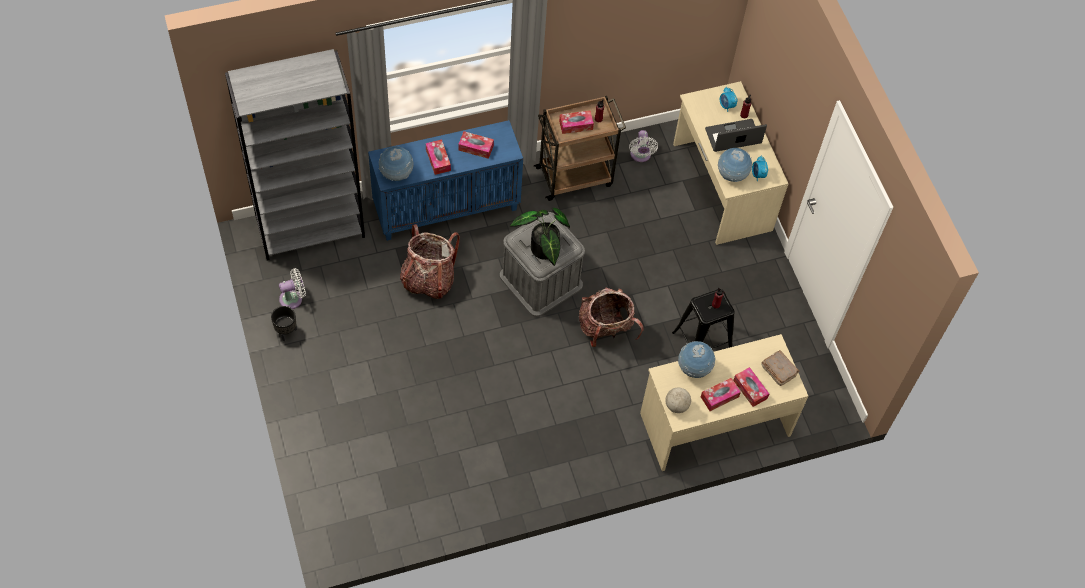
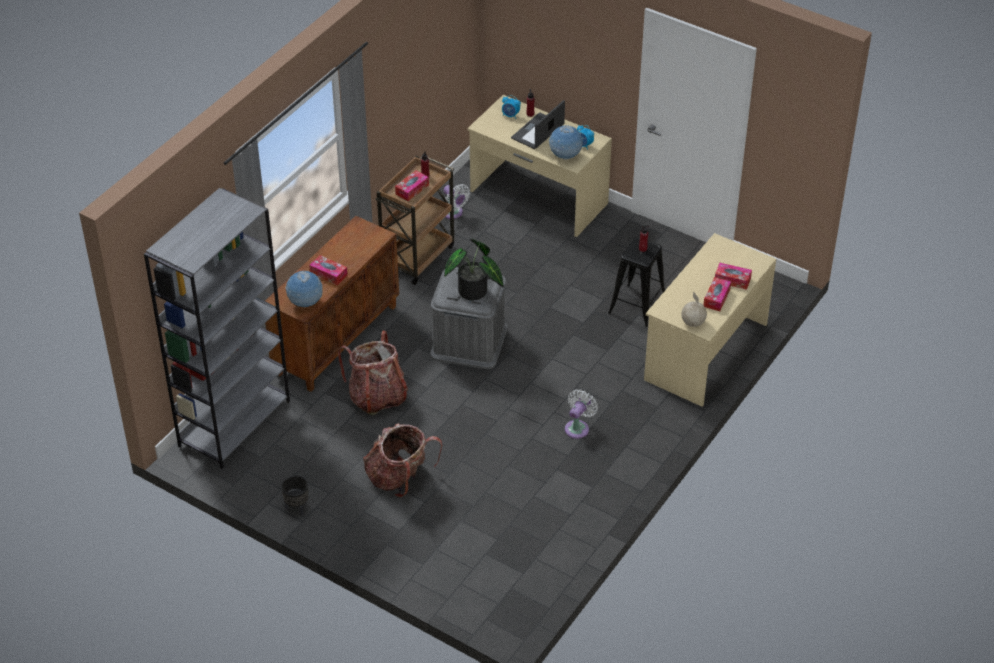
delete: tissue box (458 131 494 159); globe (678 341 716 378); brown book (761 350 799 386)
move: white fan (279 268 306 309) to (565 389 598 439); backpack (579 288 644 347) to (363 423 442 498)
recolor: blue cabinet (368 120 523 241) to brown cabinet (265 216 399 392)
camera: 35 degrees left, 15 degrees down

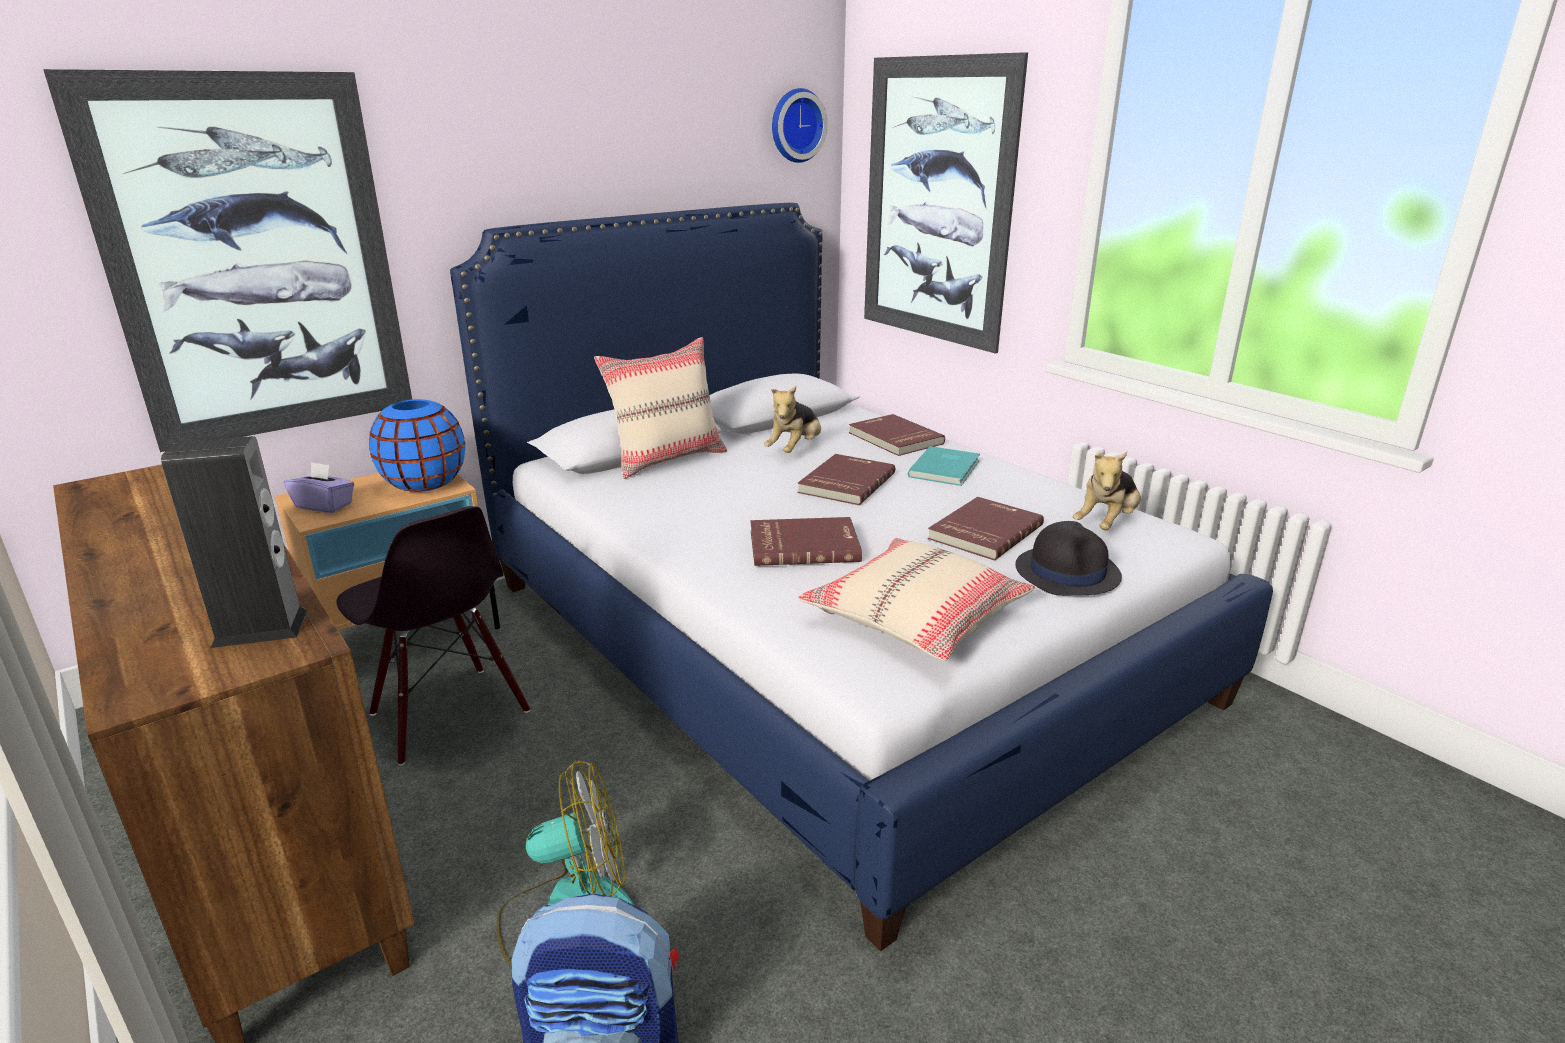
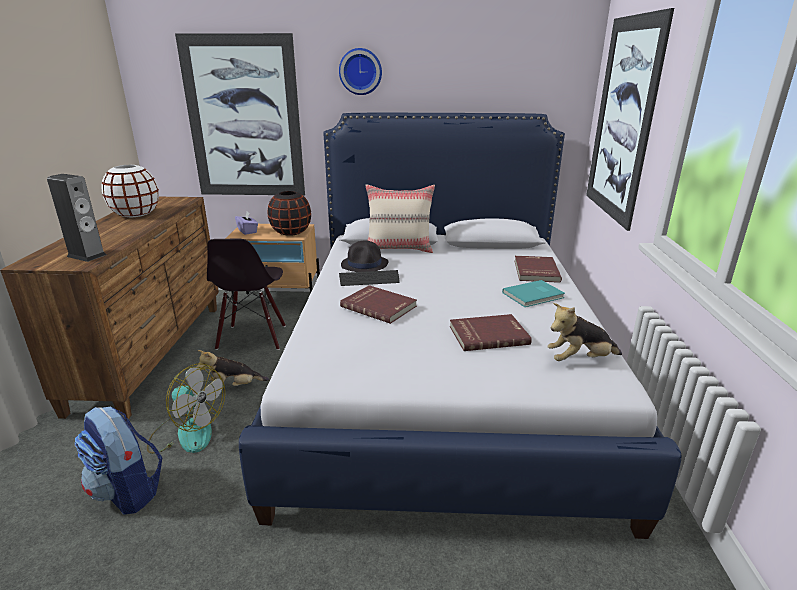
delete: red book (797 454 895 505); beige pillow (798 538 1035 661)
insert: white vase (102 165 159 217); keyboard (339 270 400 286)
move: plush toy (764 386 821 453) to (196 350 269 386); wall clock (772 88 828 163) to (339 48 382 95); black hat (1015 521 1122 596) to (341 241 388 272)
recolor: blue vase (369 399 465 492) to black vase (267 191 311 236)
camera: 40 degrees right, 0 degrees up

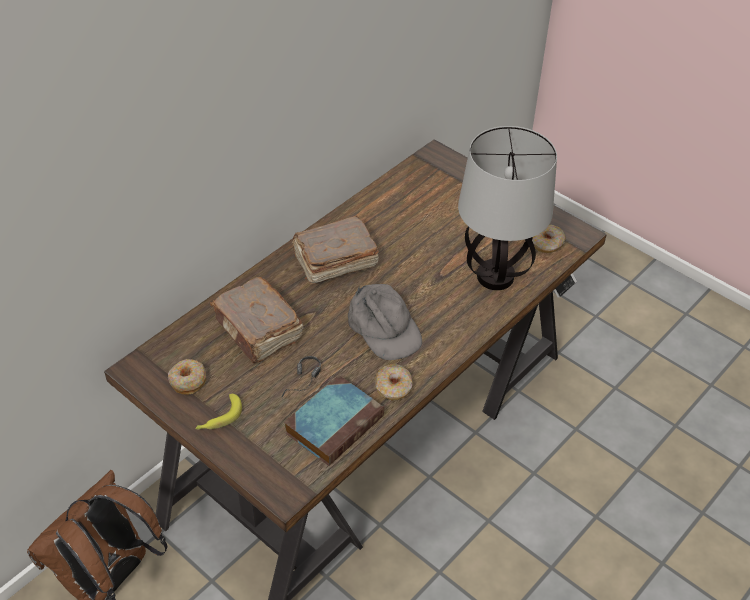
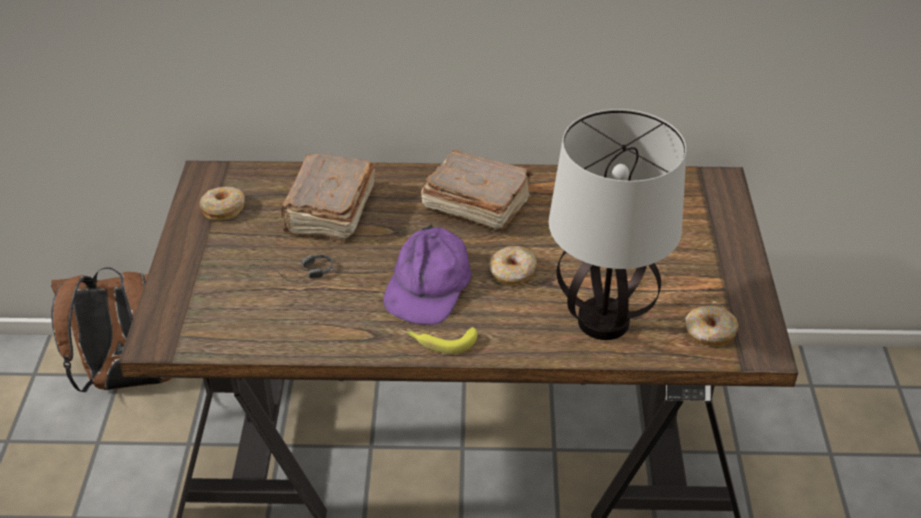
delete: book (284 375 384 466)
move: banana (195 394 242 429) to (407 327 477 354); donut (375 364 413 401) to (489 246 537 284)
recolor: grey cap (348 284 422 360) to purple cap (384 224 471 325)
camera: 50 degrees right, 5 degrees down

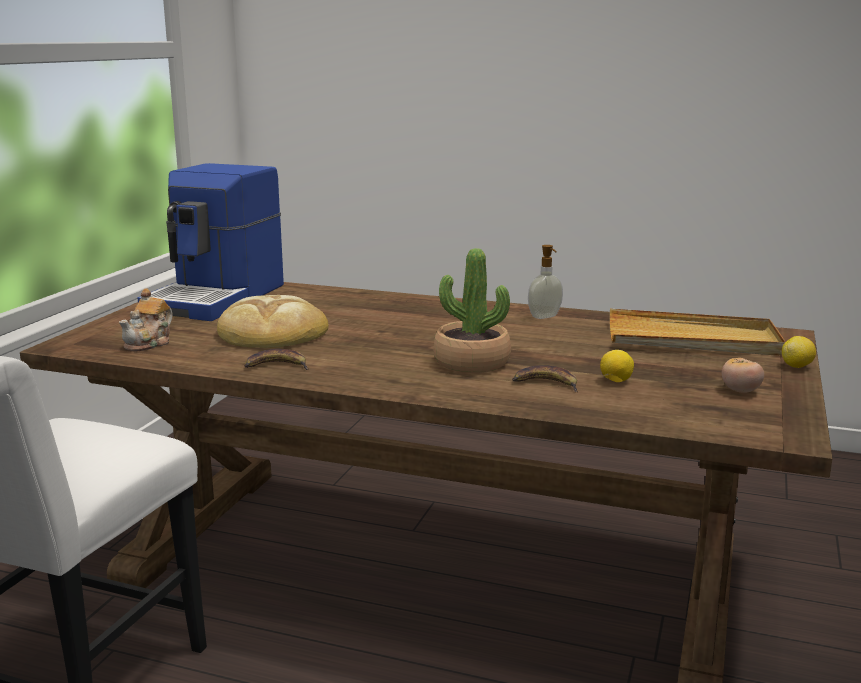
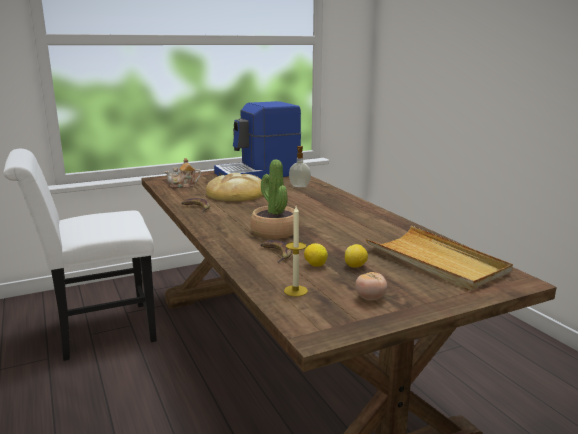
insert: candle (284 206 308 297)
move: soap dispenser (528 245 563 319) to (289 146 311 187); lemon (782 336 816 368) to (345 244 368 268)
camera: 45 degrees right, 0 degrees up

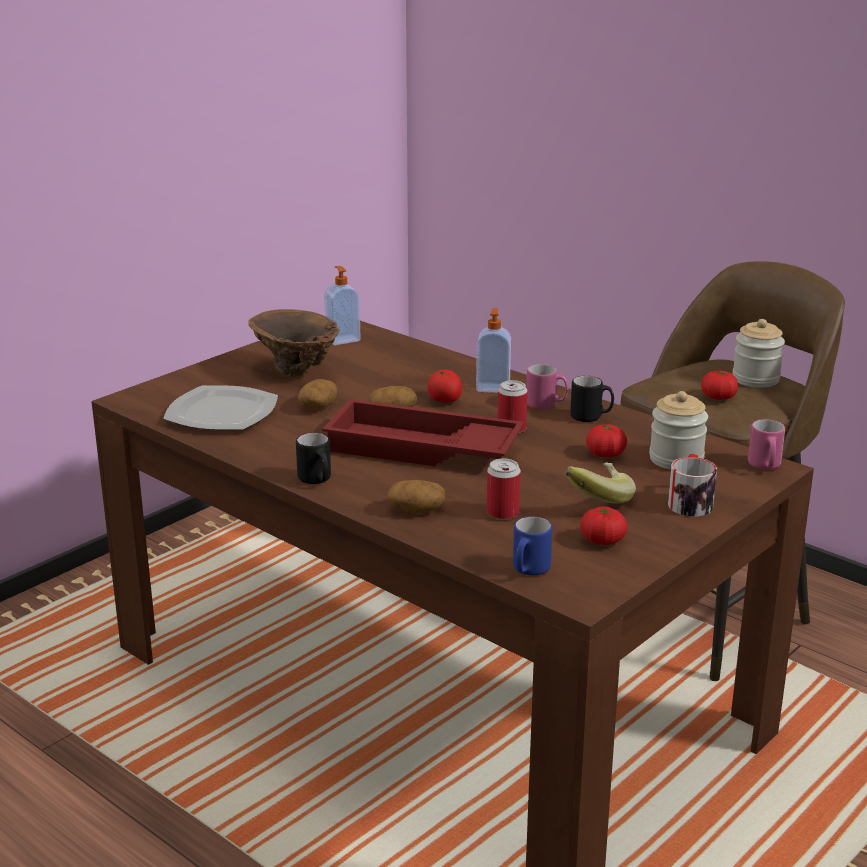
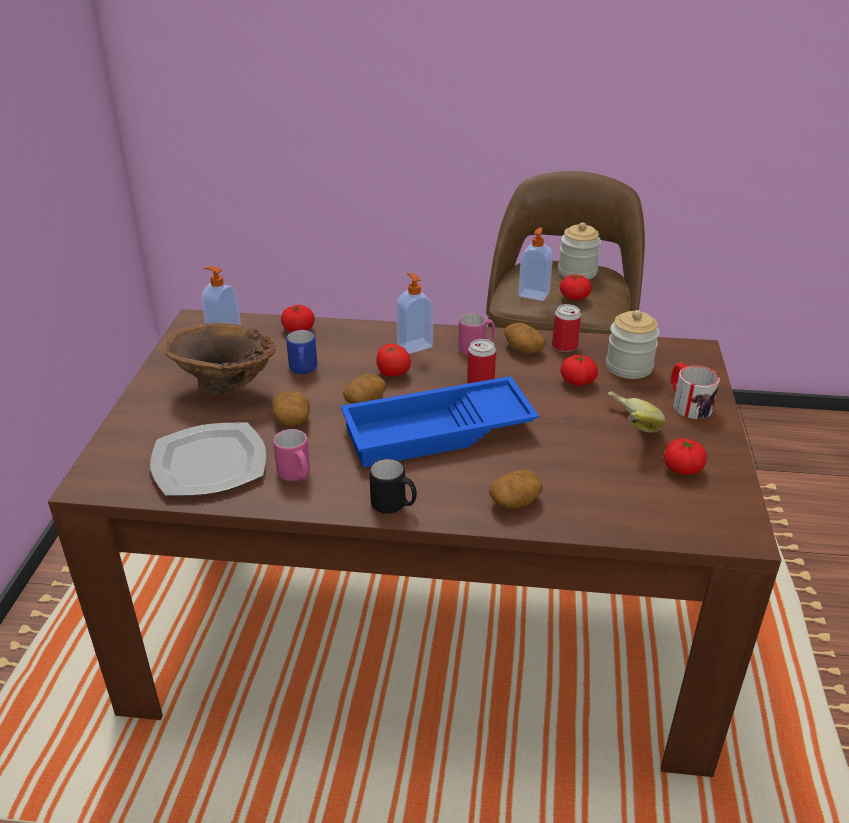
insert: tomato (281 305 315 332); soap dispenser (518 227 553 301)
move: can (486 458 521 520) to (552 304 581 352); blue mug (513 516 552 576) to (286 330 317 374); pink mug (748 419 785 470) to (273 429 310 481)
replace: black mug (570 376 614 422) to potato (505 323 546 354)
recolor: red tray (322 399 524 466) to blue tray (341 376 539 468)
camera: 35 degrees left, 10 degrees up

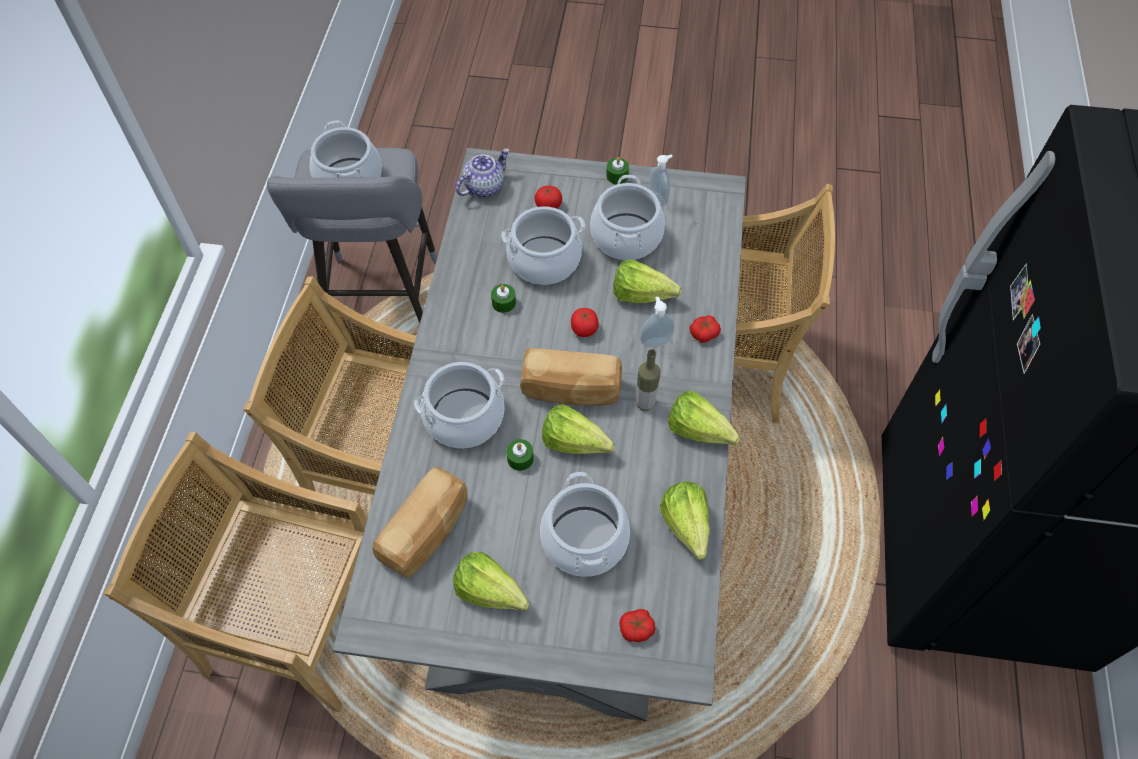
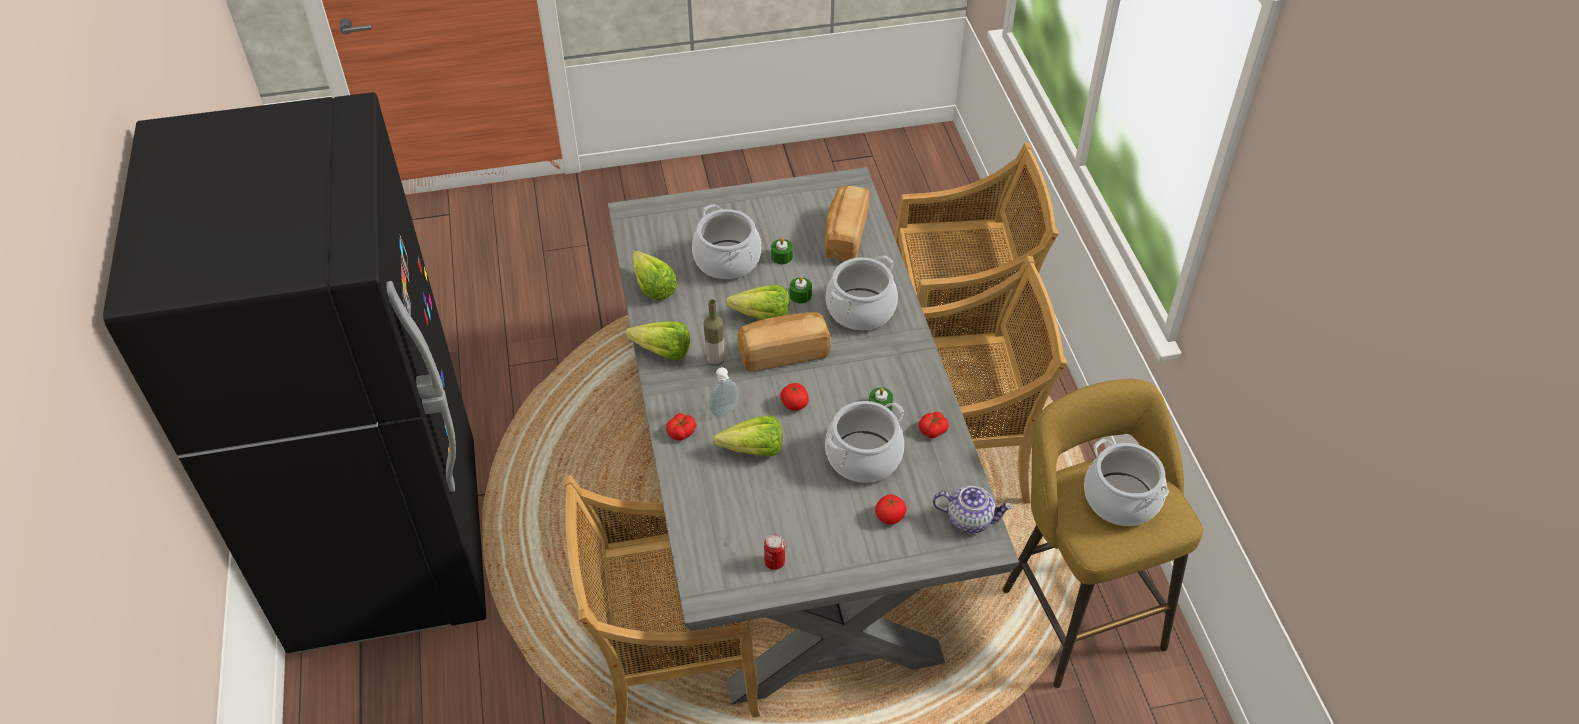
delete: lettuce (453 552 530 611); cooking pot (590 175 665 260)
move: green candle (606 157 629 184) to (771 238 793 264); tomato (619 609 655 642) to (918 412 949 438)
replace: soap dispenser (649 154 673 206) to can (764 534 785 570)
recolor: grey stool (267 148 437 323) to yellow stool (1003 379 1203 688)
rotate: teapot (456 148 510 197) = (933 485 1013 533) 105 degrees counterclockwise
camera: 160 degrees right, 10 degrees down

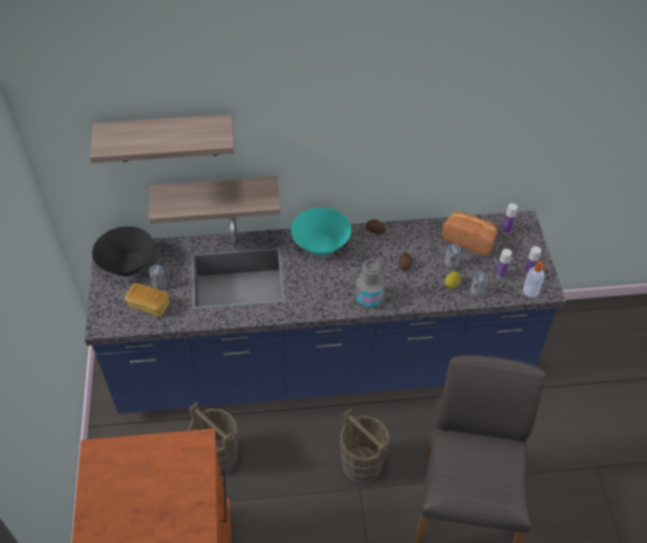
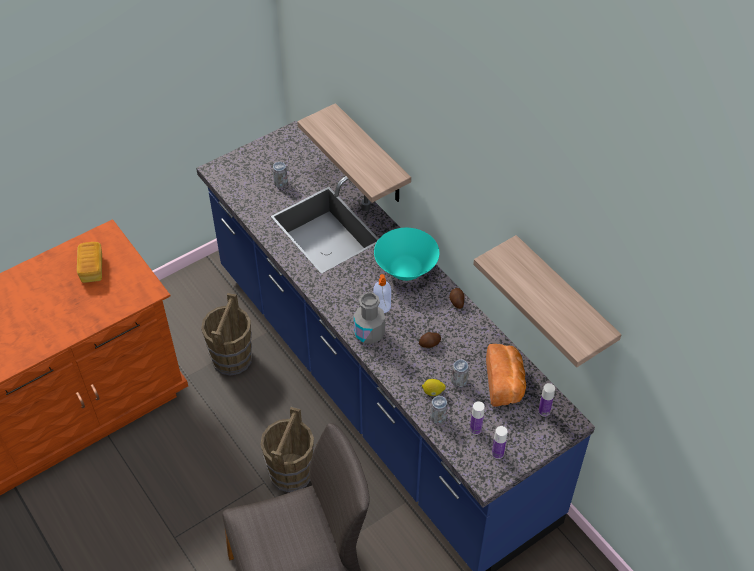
delete: black bowl (92 226 154 276)
move: shelf (90 114 234 163) to (473 235 621 367); bread (125 283 170 317) to (77 242 102 283); soap dispenser (523 261 548 297) to (373 274 391 313)
camera: 60 degrees right, 0 degrees up

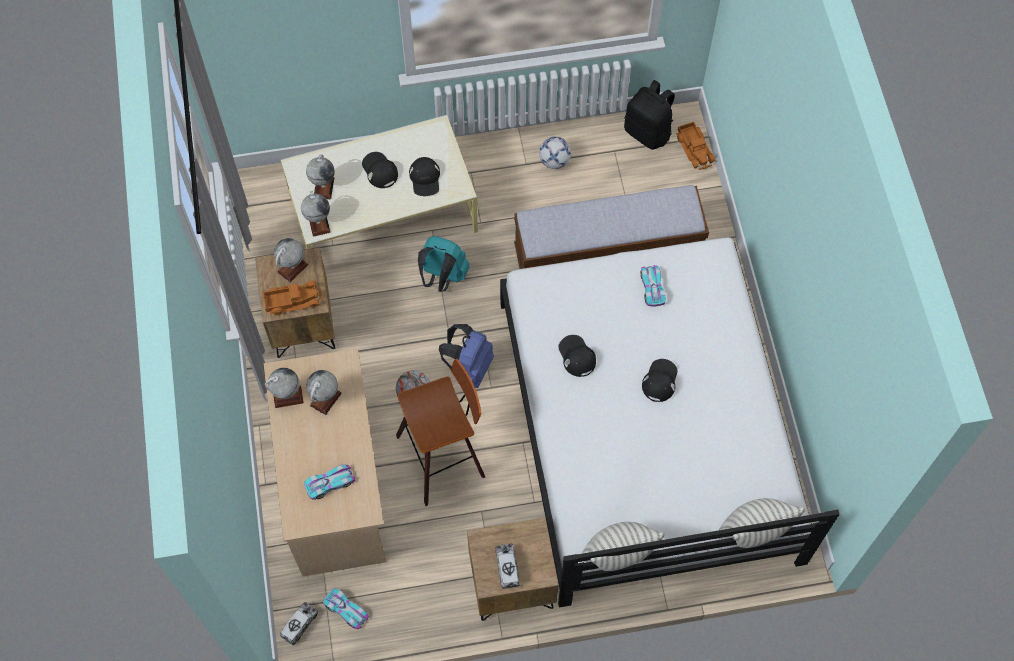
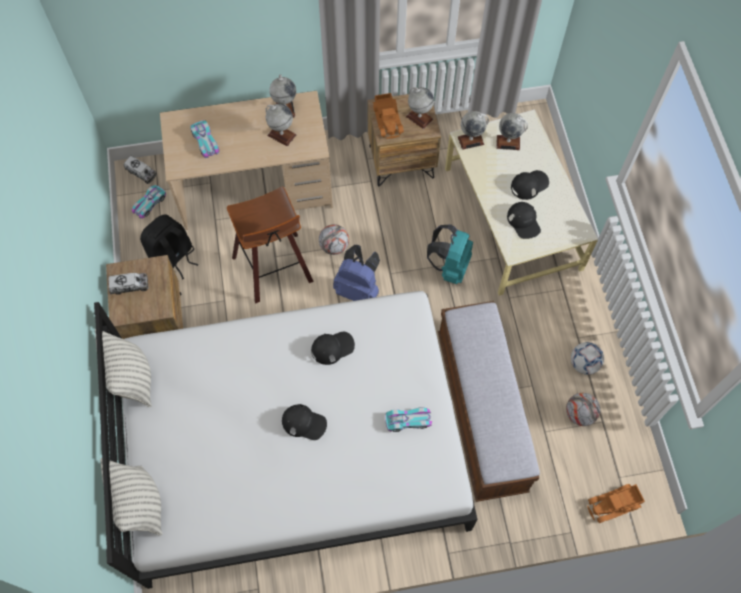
insert: football (566 393 600 426)
move: black backpack (624 80 675 150) to (140 214 199 279)
rotate: black cap (409 157 440 196) = (507 202 541 239) 105 degrees counterclockwise
camera: 90 degrees right, 0 degrees up

